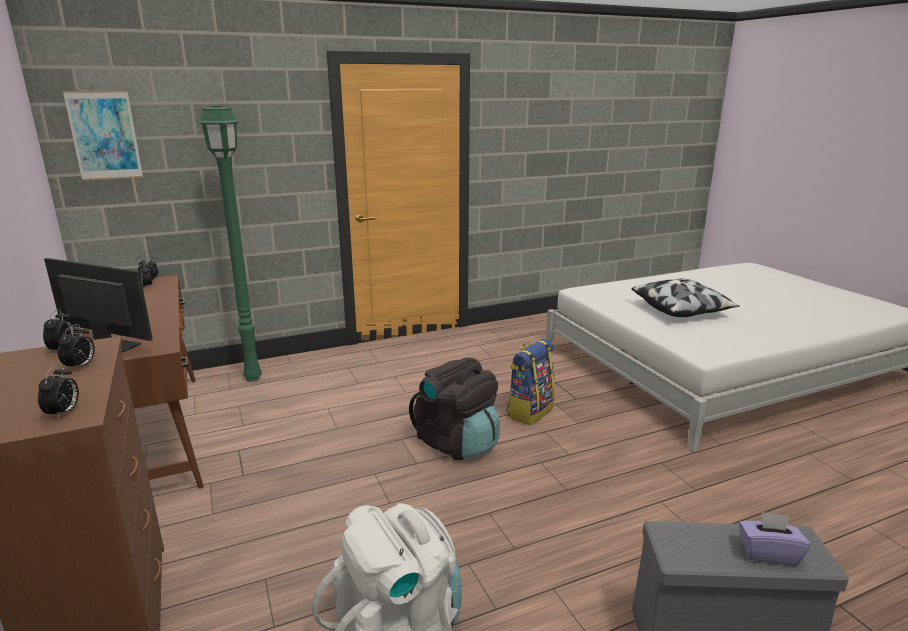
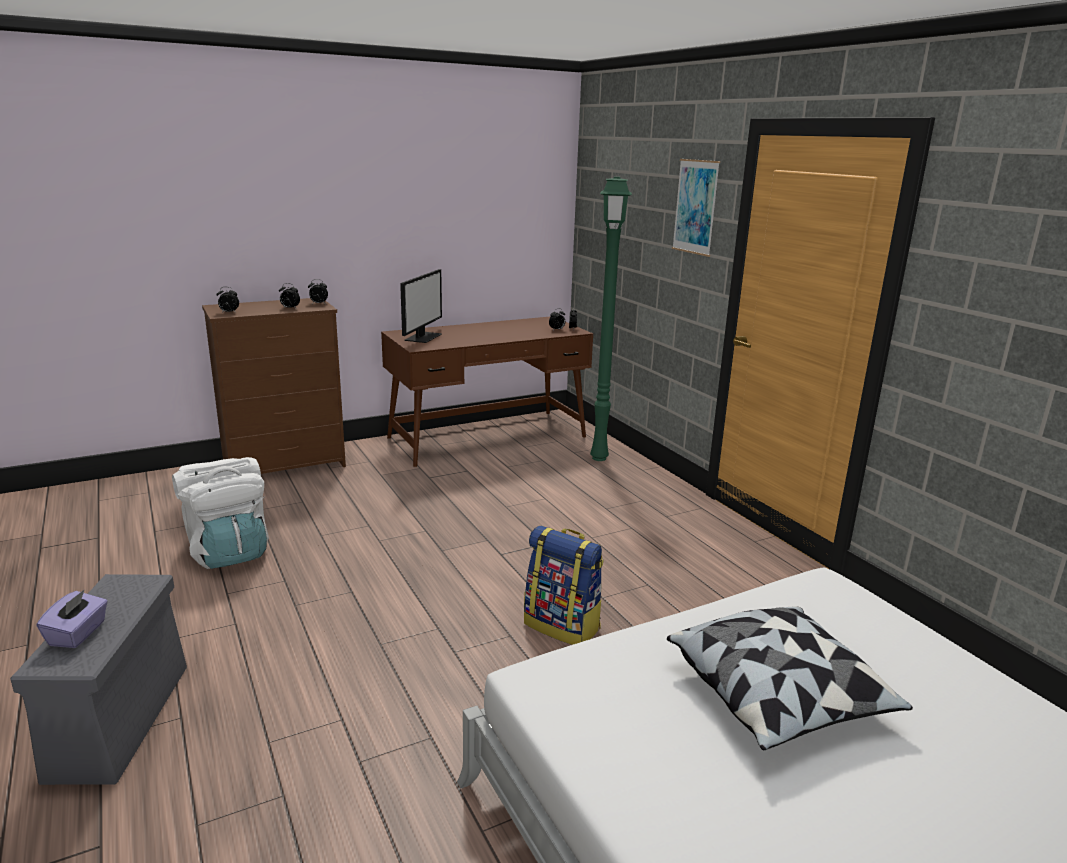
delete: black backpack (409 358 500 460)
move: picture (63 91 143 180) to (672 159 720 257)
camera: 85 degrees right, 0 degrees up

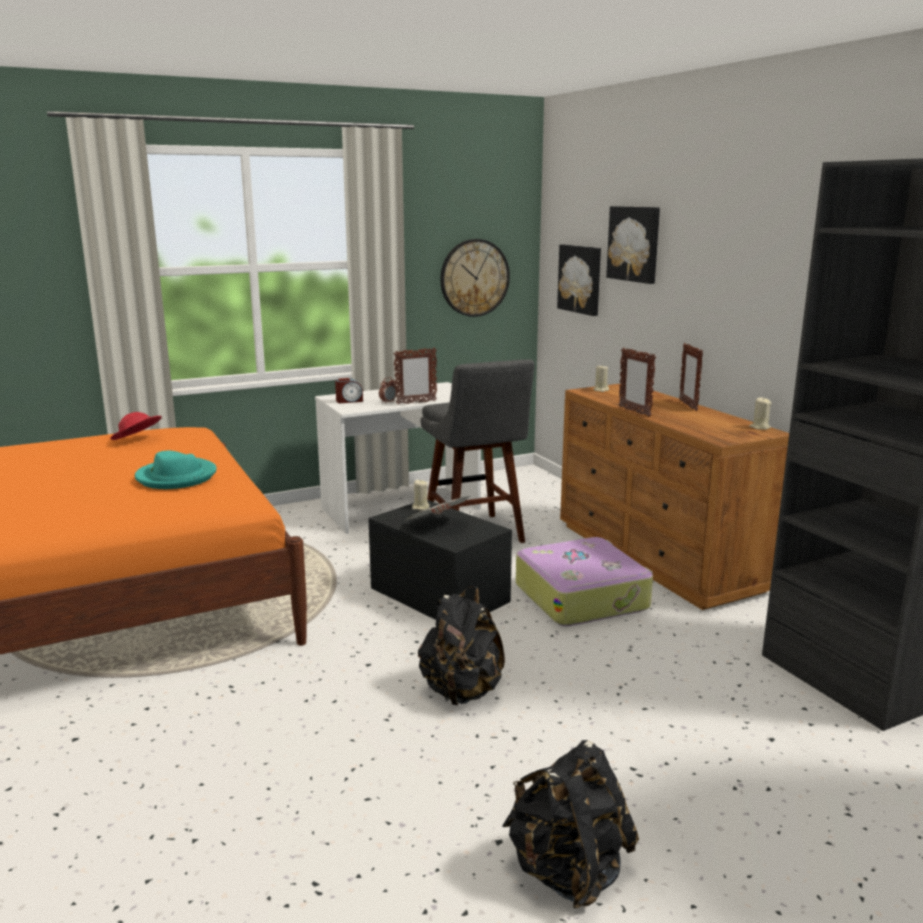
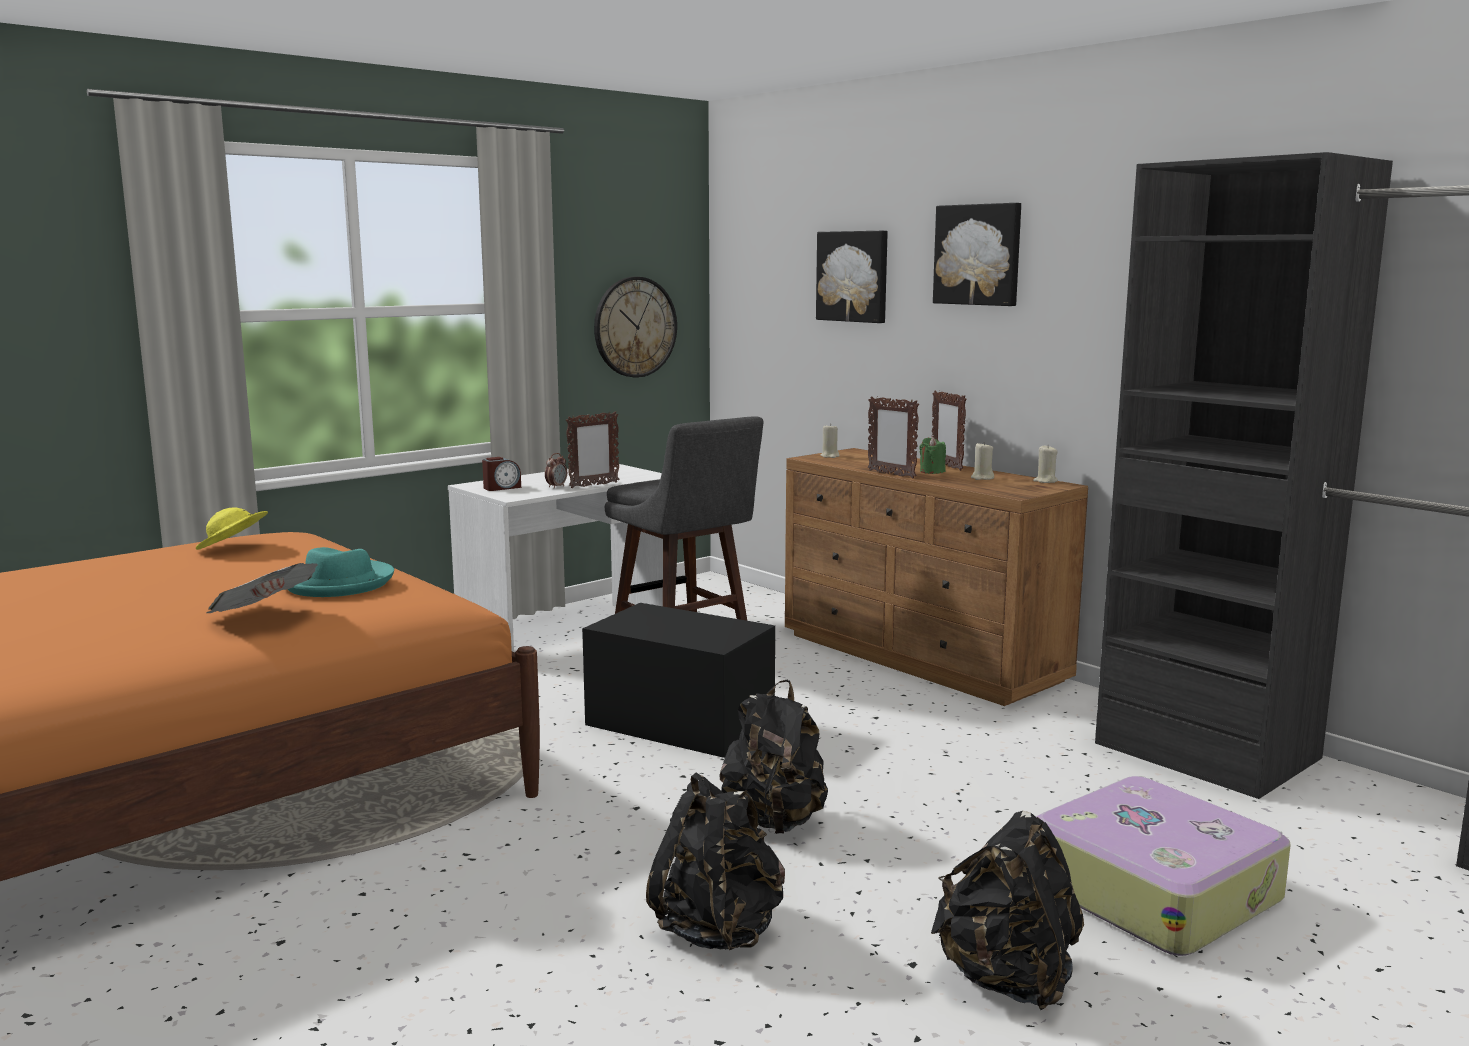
insert: black backpack (646 772 785 950); green candle (919 437 946 474)
move: newspaper (406 496 470 520) to (206 563 318 613); beige candle (412 480 429 510) to (971 442 994 480); suitcase (516 537 653 626) to (1036 776 1291 956); picture (557 245 601 316) to (933 203 1021 306)
recolor: red hat (110 412 162 440) to yellow hat (196 508 268 550)
camera: 15 degrees left, 5 degrees down

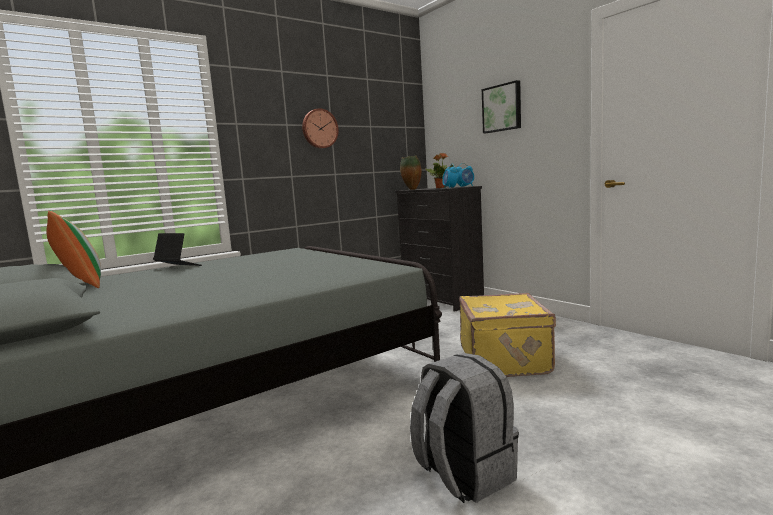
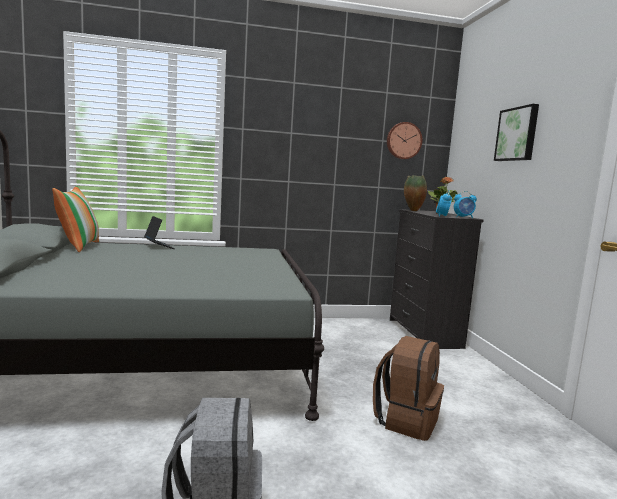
move: wall clock (302 108 339 149) to (387 122 422 159)
replace: yellow suitcase (459 293 556 377) to brown backpack (373 336 444 441)
camera: 25 degrees right, 0 degrees up

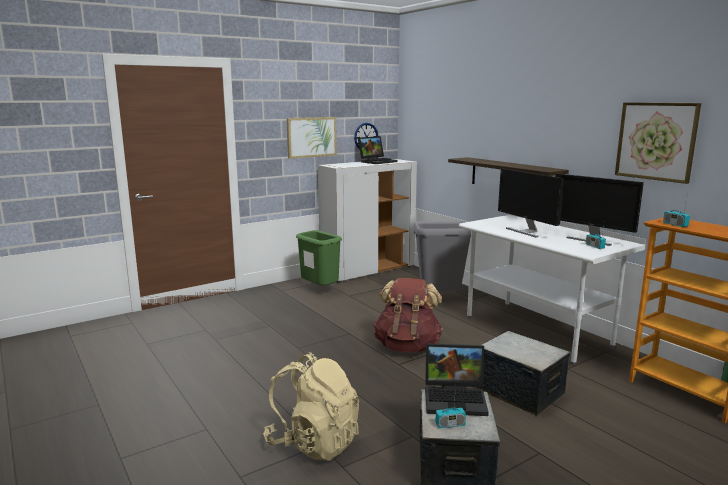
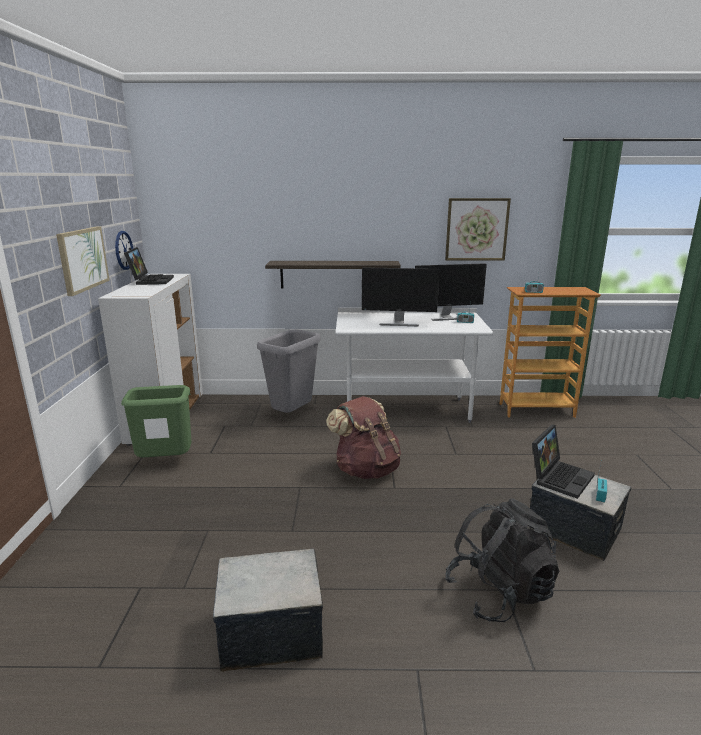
move: storage box (476 331 570 416) to (213 549 323 672)
recolor: beige backpack (263 352 359 461) to black backpack (445 498 559 622)
camera: 55 degrees left, 5 degrees up

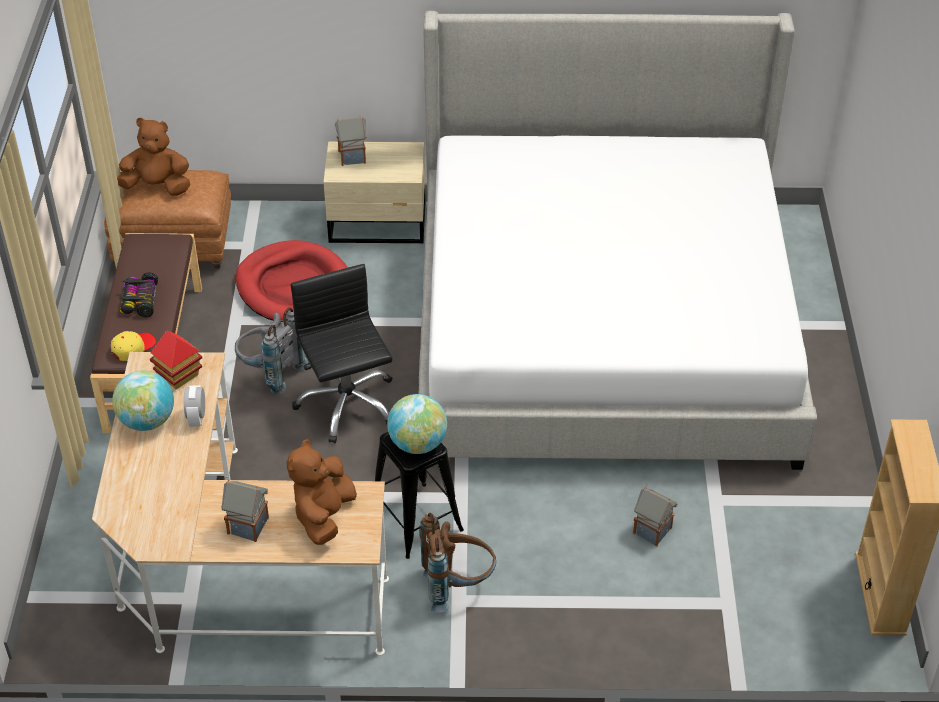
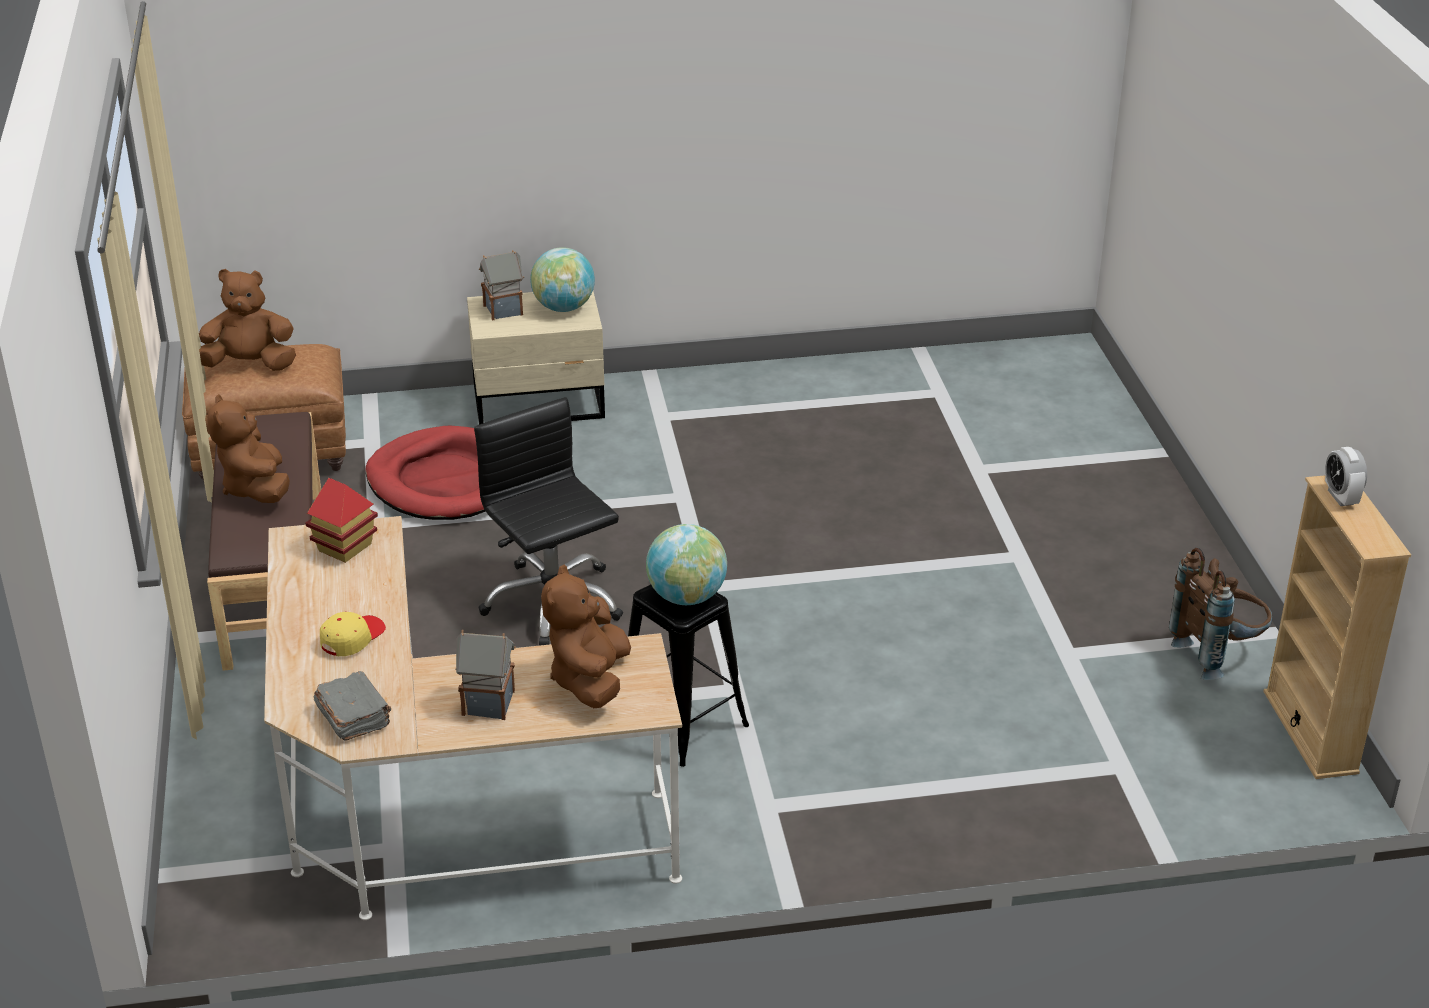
delete: grey backpack (235 308 307 395); bed (419 11 817 470); toy house (633 487 677 547)
insert: grey book (313 671 391 740)
move: yellow cap (111 331 156 361) to (320 612 386 656); globe (112 370 174 431) to (530 247 595 312); alarm clock (184 386 205 427) to (1325 447 1367 506); brown backpack (419 513 496 613) to (1169 548 1272 680)
replace: toy car (120 272 158 317) to brown plush toy (207 394 290 503)
camera: 10 degrees left, 10 degrees down

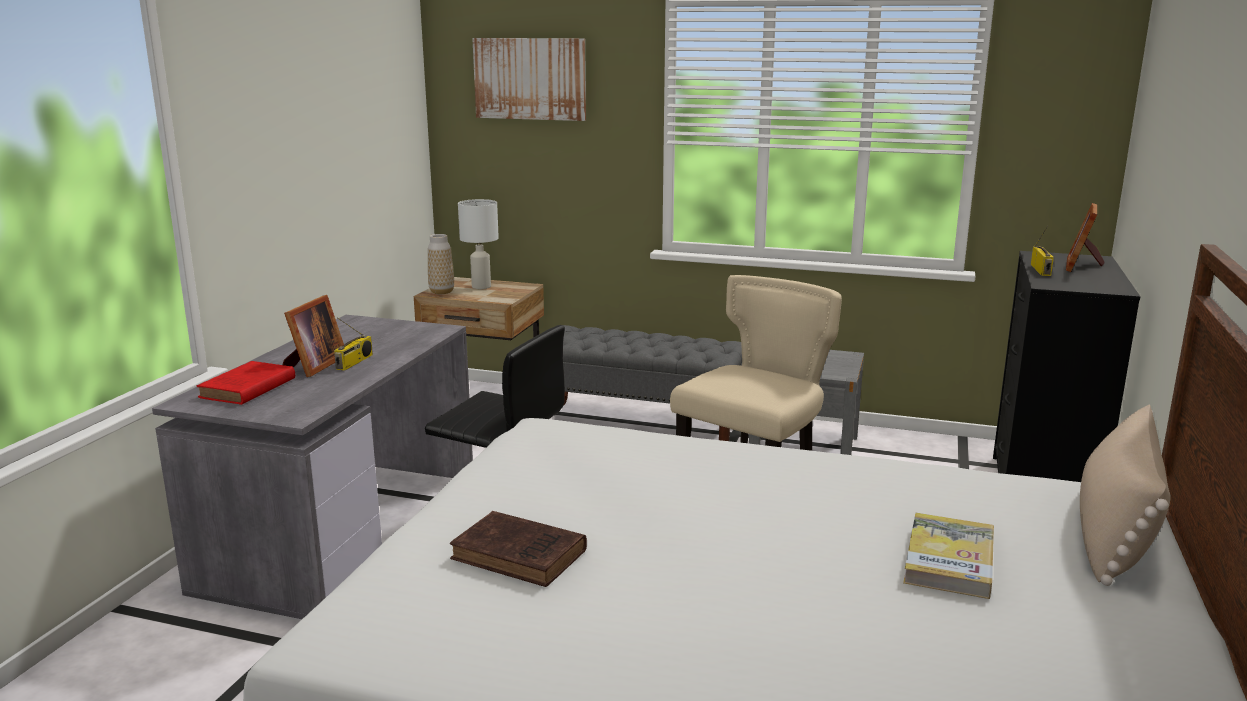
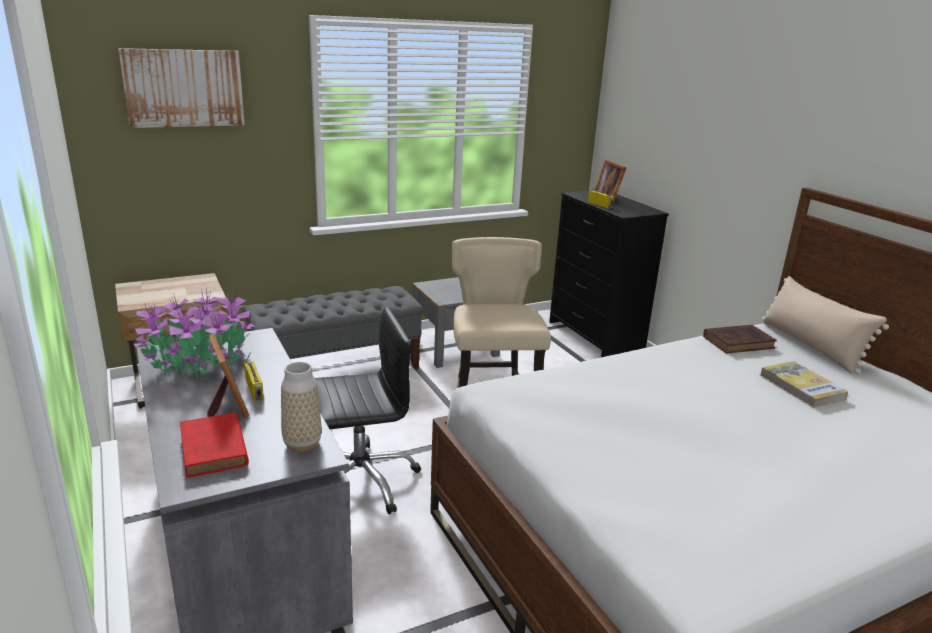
delete: white table lamp (458 199 499 289)
insert: potted plant (134 287 255 379)
move: vase (428 234 454 294) to (281 362 322 452); brown book (450 511 587 587) to (703 325 777 354)
camera: 45 degrees left, 5 degrees up

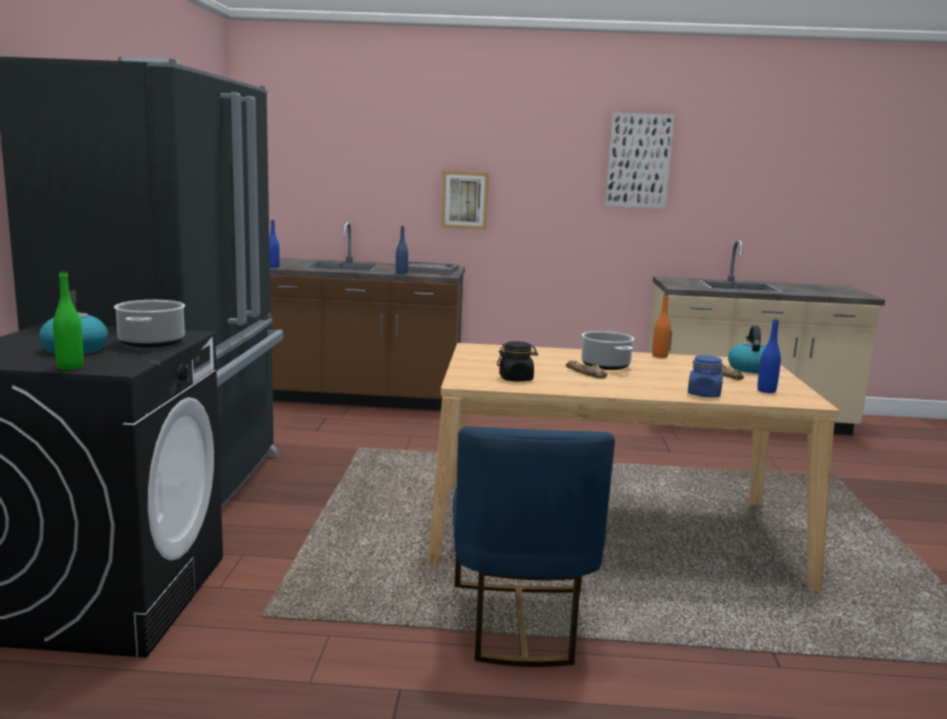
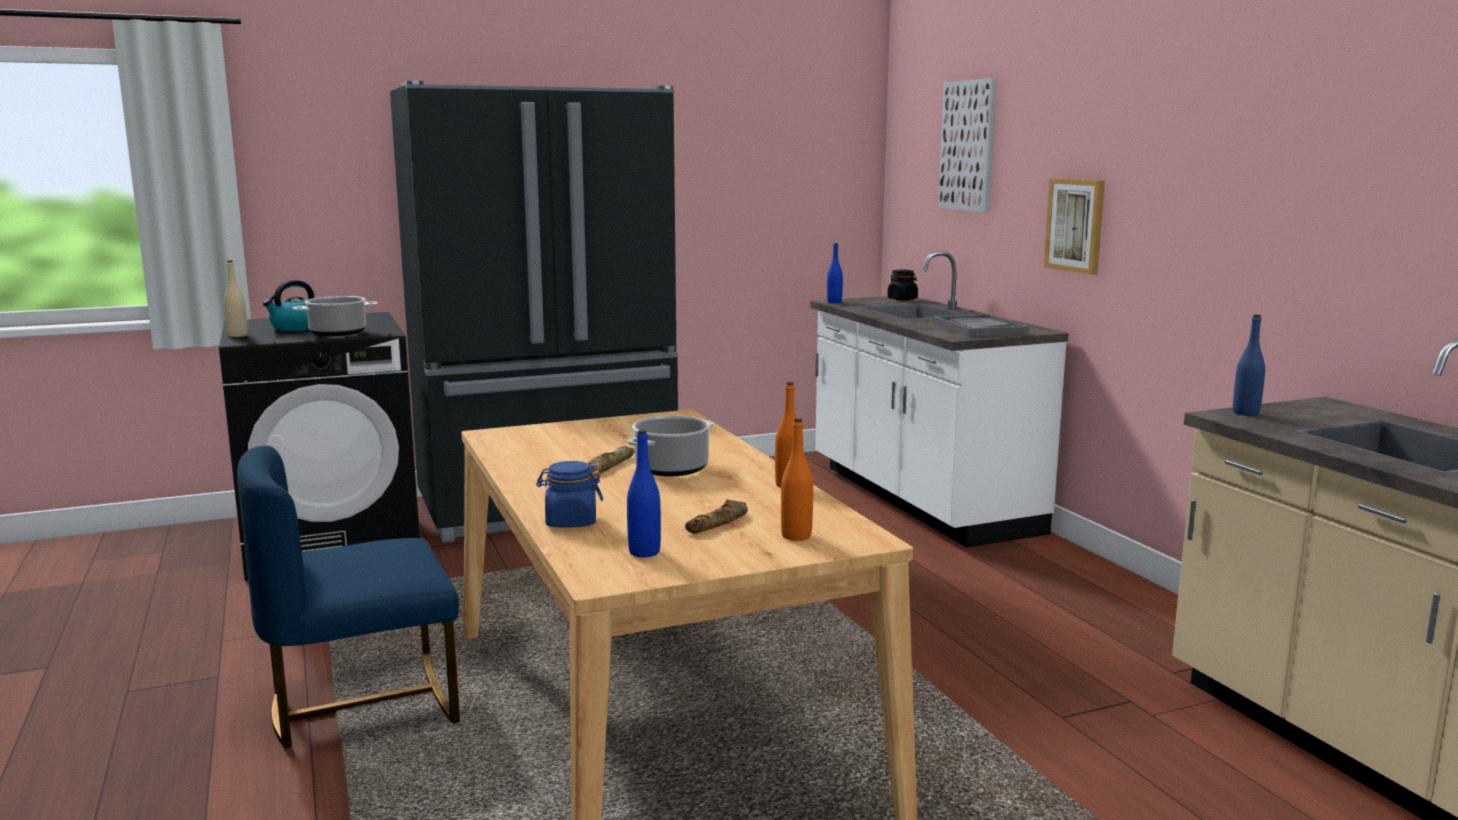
move: blue bottle (396 226 408 274) to (1233 314 1265 416); black jar (497 341 538 382) to (887 270 918 300); picture (605 113 674 209) to (938 78 997 213)
replace: kettle (728 326 766 373) to orange bottle (781 418 813 541)
recolor: green bottle (53 271 84 370) to beige bottle (224 260 248 337); brown counter (270 222 465 410) to white counter (810 251 1069 548)
camera: 65 degrees right, 0 degrees up

